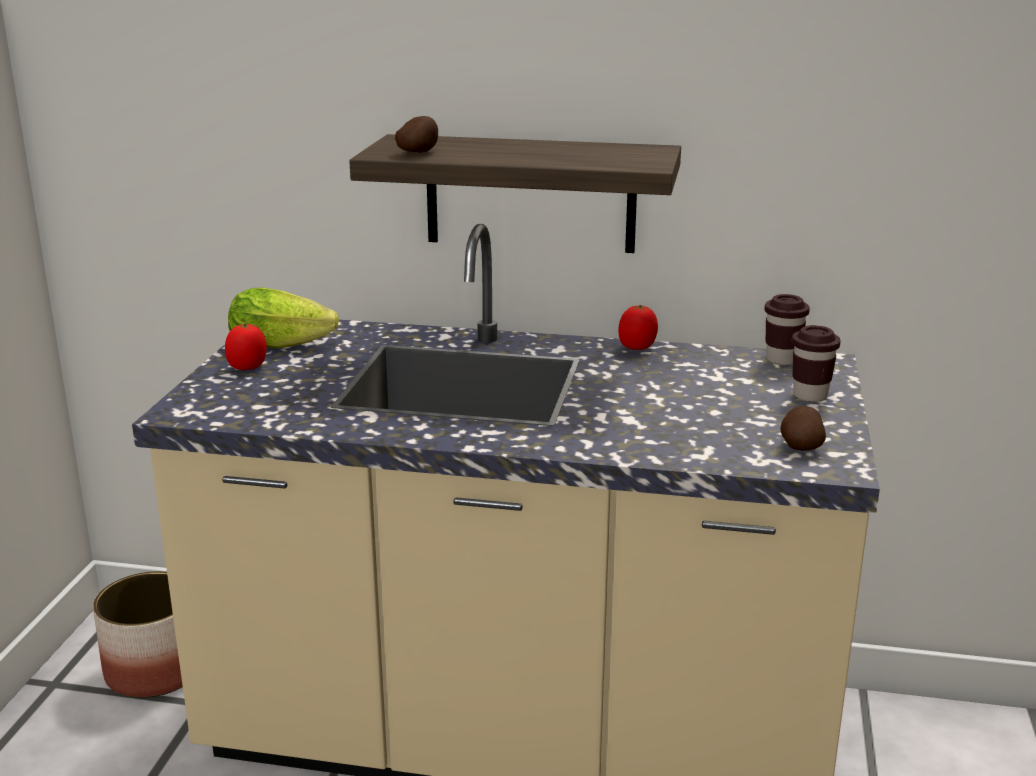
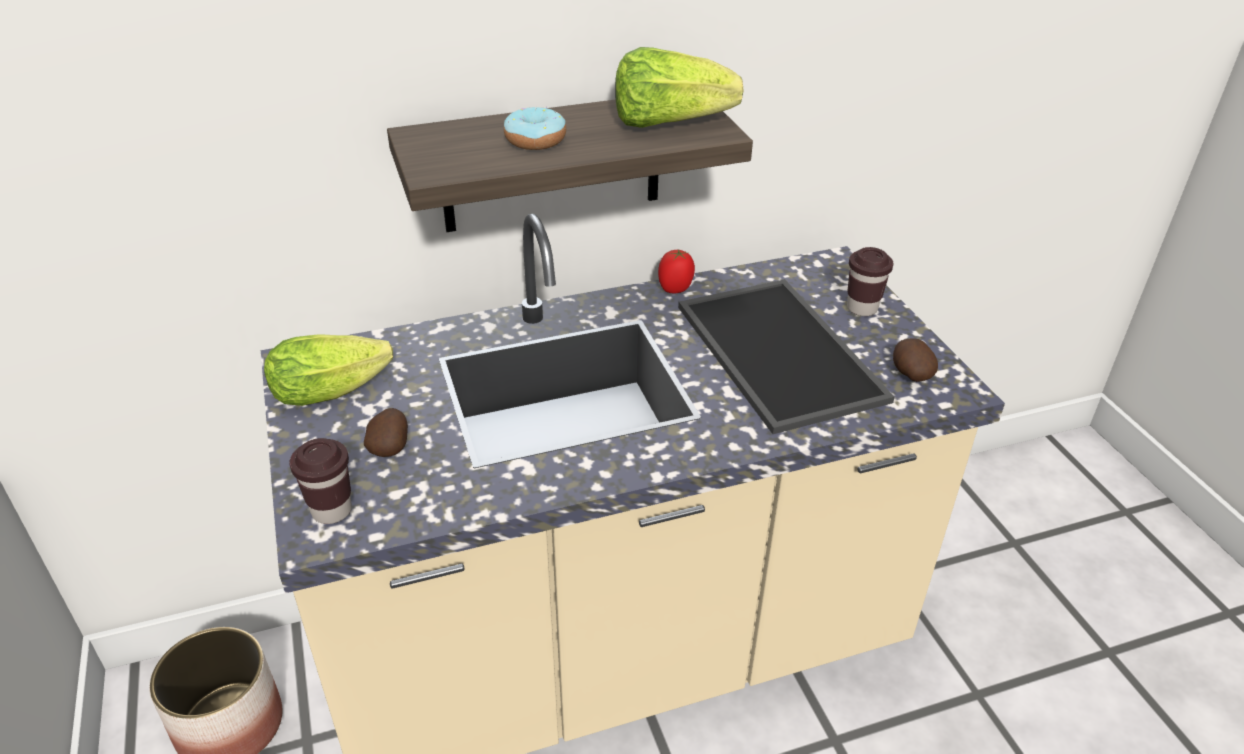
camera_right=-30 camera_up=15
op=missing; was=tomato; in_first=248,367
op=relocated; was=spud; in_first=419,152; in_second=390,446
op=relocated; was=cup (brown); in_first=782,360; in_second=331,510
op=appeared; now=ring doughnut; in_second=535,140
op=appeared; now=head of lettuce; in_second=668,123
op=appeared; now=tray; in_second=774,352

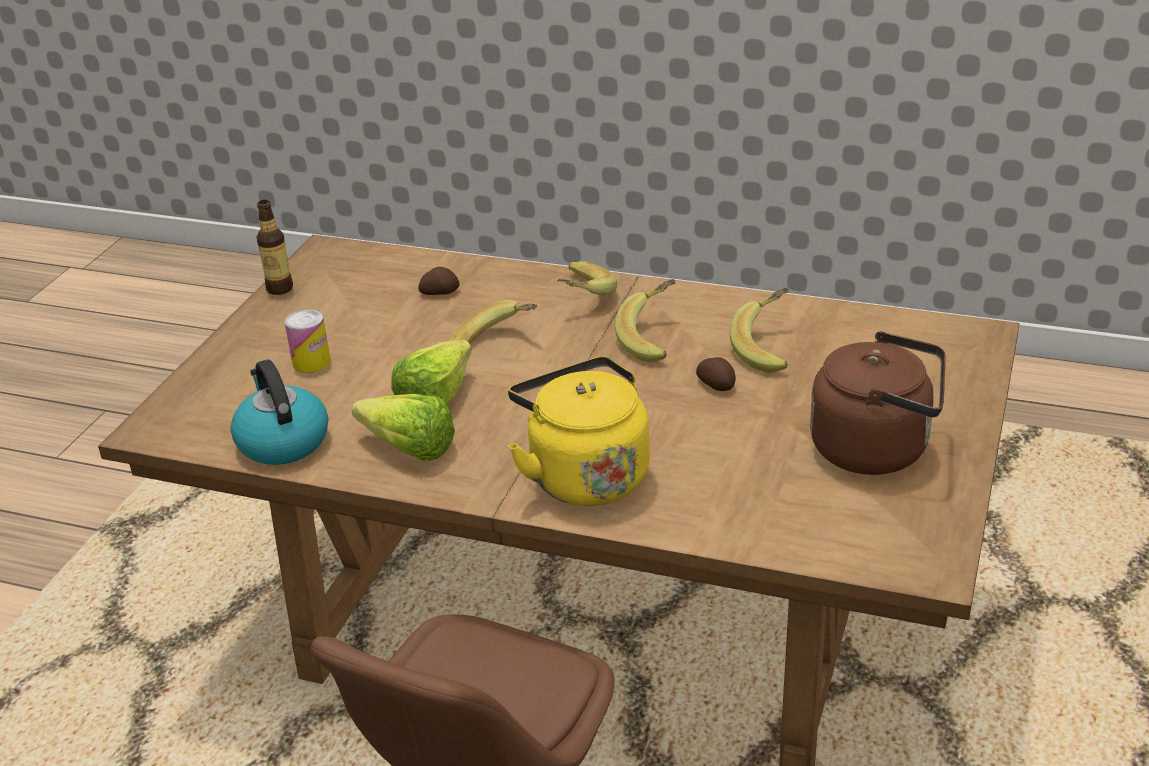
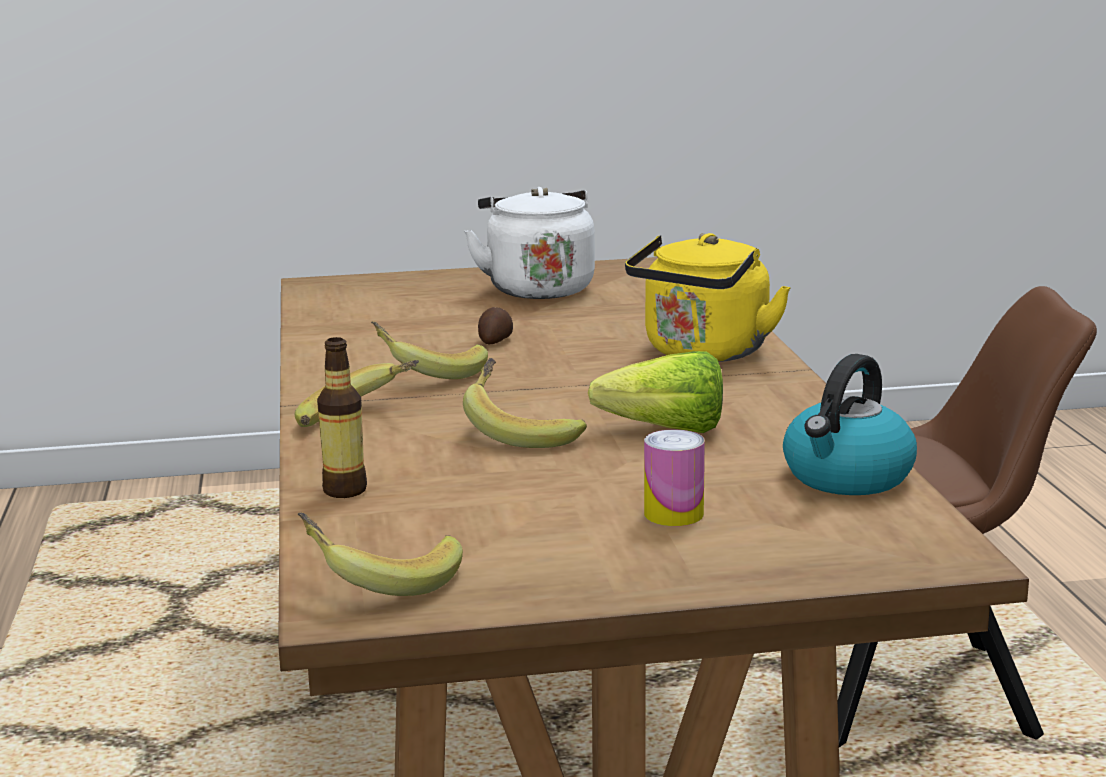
camera_right=-120 camera_up=-15
op=relocated; was=drink bottle; in_first=280,288; in_second=345,490
op=missing; was=head of lettuce; in_first=403,446
op=missing; was=spud; in_first=439,292
op=relocated; was=whole banana; in_first=770,348; in_second=382,581
op=colour; was=kettle (brown); now=kettle (whitish); in_first=877,449; in_second=537,288

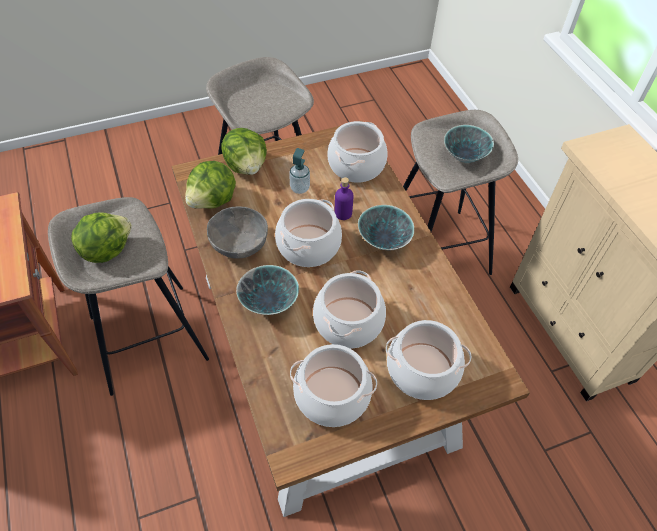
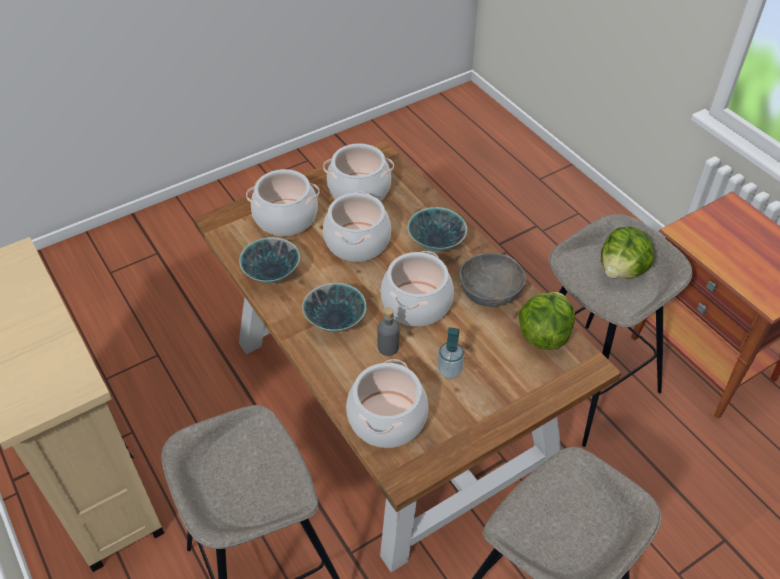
camera_right=170 camera_up=-5
op=missing; was=head of lettuce; in_first=246,166
op=colour; was=drink bottle (purplish); now=drink bottle (gray); in_first=343,213; in_second=388,347
op=relocated; was=serving bowl; in_first=465,157; in_second=272,276

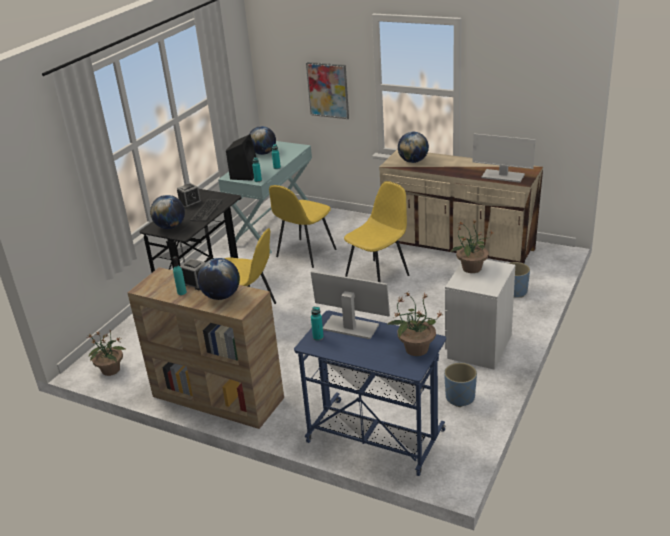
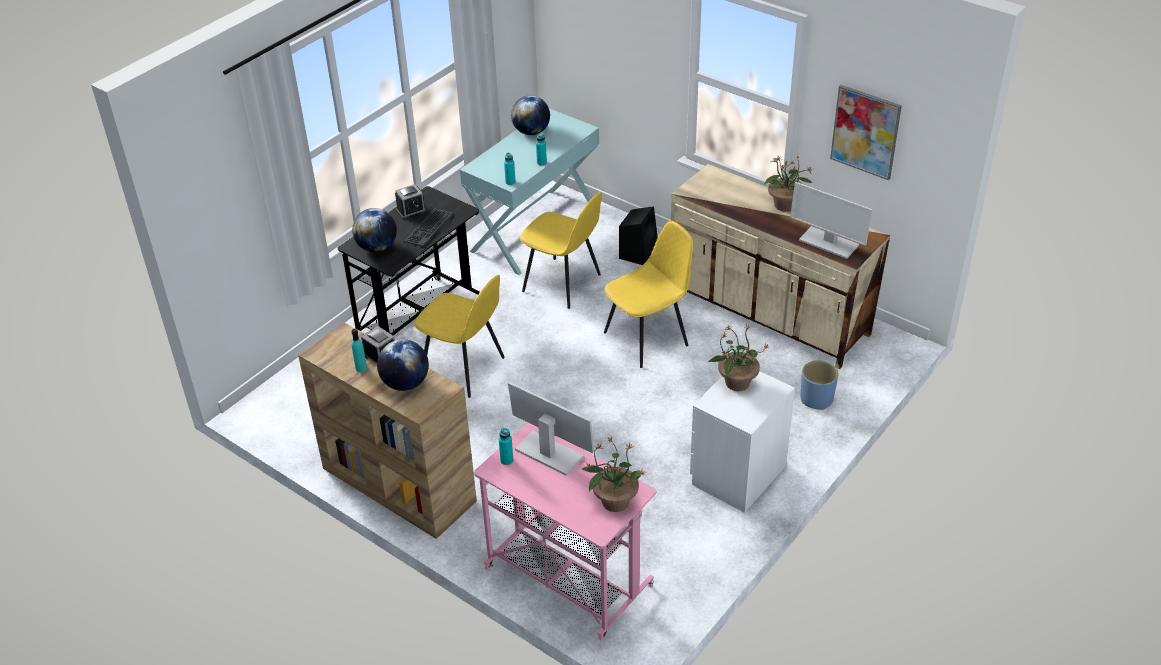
camera_right=10 camera_up=10
op=relocated; was=potted plant; in_first=111,370; in_second=785,205
op=relocated; was=audio speaker (black); in_first=245,174; in_second=639,253
op=spun; was=upright chair (yellow); in_first=305,254; in_second=563,284; clockwise=-105
op=colour; was=desk (bluish); now=desk (pink-coloured); in_first=375,436; in_second=568,577
op=relocated; was=wall art; in_first=328,90; in_second=865,132
op=missing; was=globe; in_first=413,161
op=missing; was=flower pot (bluish); in_first=460,398

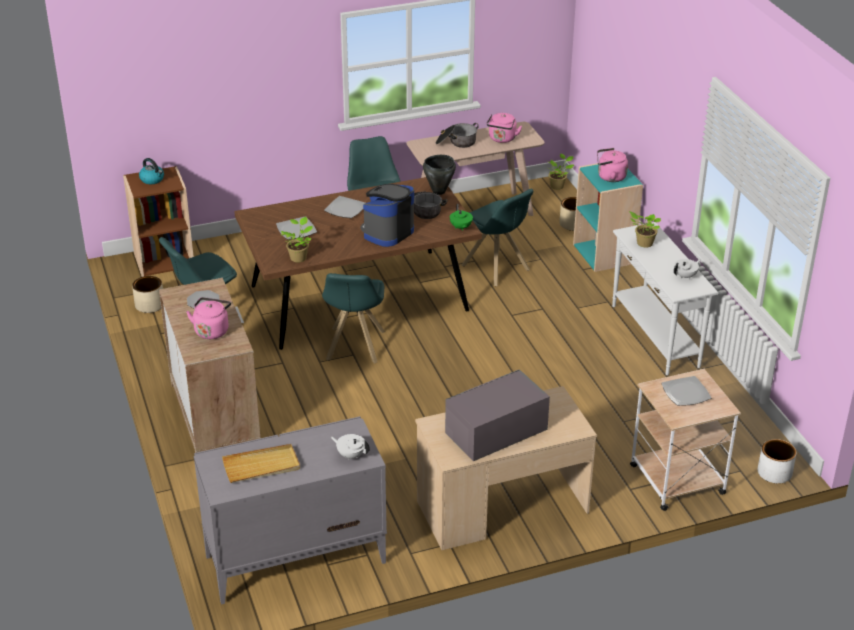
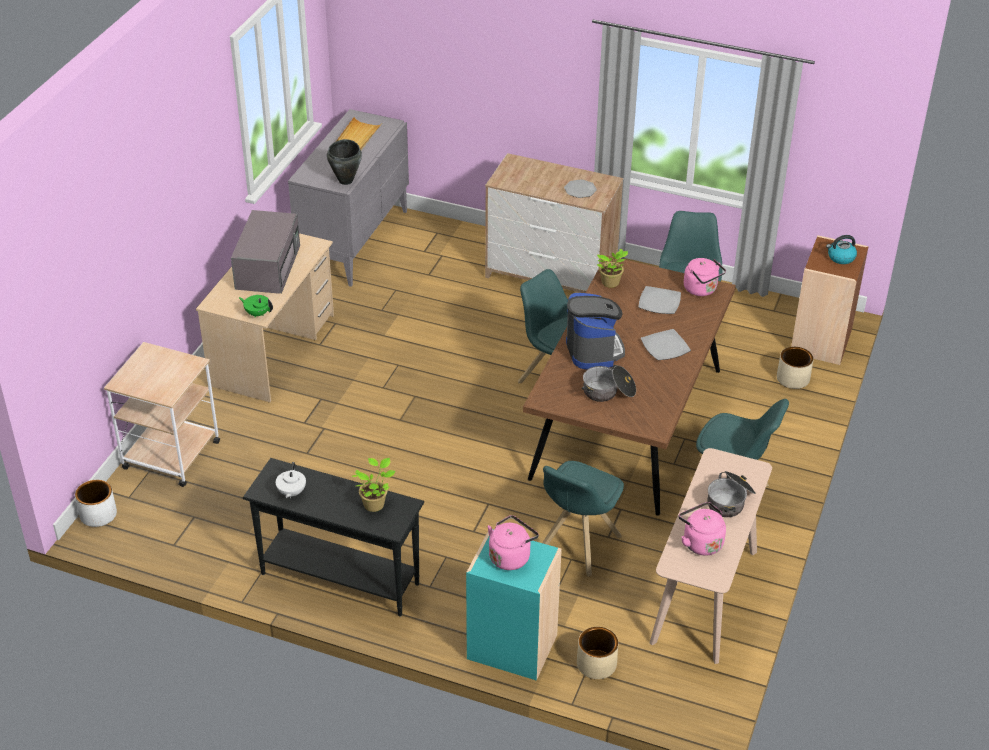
camera_right=130 camera_up=5
op=relocated; was=flower pot (sand-coloured); in_first=149,305; in_second=793,379
op=relocated; was=kettle (pink-coloured); in_first=212,330; in_second=702,289
op=missing; was=teapot (whitish); in_first=351,455
op=relocated; was=cooking pot (black); in_first=438,191; in_second=346,180
op=relocated; was=teapot (green); in_first=460,227; in_second=257,313
op=spun; was=upright chair (turquoise-coloured); in_first=496,267; in_second=578,544; clockwise=-60
op=missing; was=potted plant; in_first=558,186
op=colour; was=console table (whitish); now=console table (black); in_first=656,336; in_second=338,580
op=missing; was=dinner plate; in_first=685,393

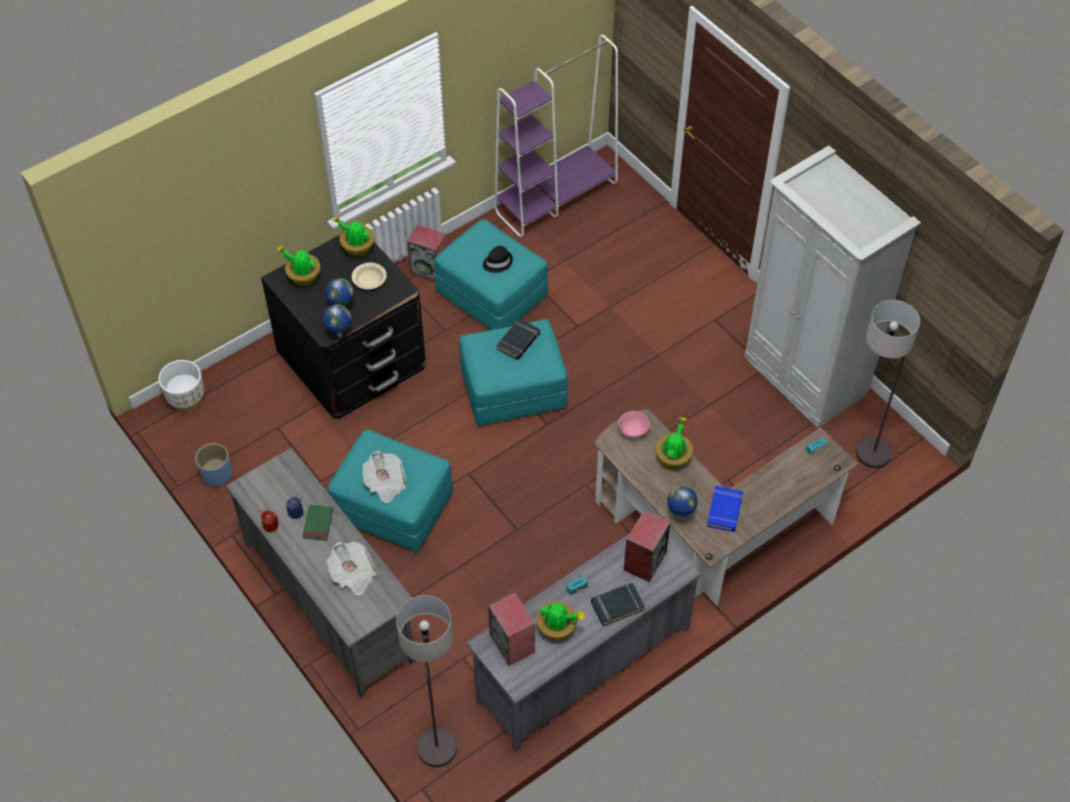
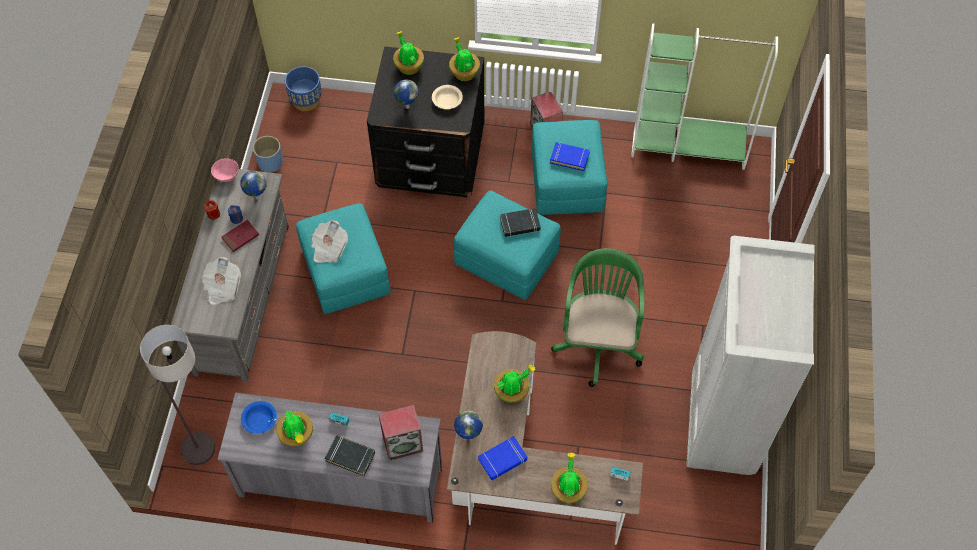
camera_right=45 camera_up=5
op=colour; was=flower pot (whitish); now=flower pot (bluish); in_first=186,399; in_second=306,100
op=colour; was=bound book (green); now=bound book (red-coloured); in_first=318,524; in_second=240,237
op=relocated; was=globe; in_first=339,336; in_second=257,197
op=exchanged; was=clothing hat (black); now=bound book (bluish); in_first=497,262; in_second=569,158
op=exchanged; was=audio speaker; now=serving bowl (bluish); in_first=513,644; in_second=259,420
op=colour; was=clothes rack (purplish); now=clothes rack (green); in_first=556,199; in_second=688,149
op=relocated; was=serving bowl (pink-coloured); in_first=633,431; in_second=227,176
op=missing; was=floor lamp (gray); in_first=862,451
op=appeared; now=computer chair (green); in_second=598,340
op=appeared; now=potted plant; in_second=568,489

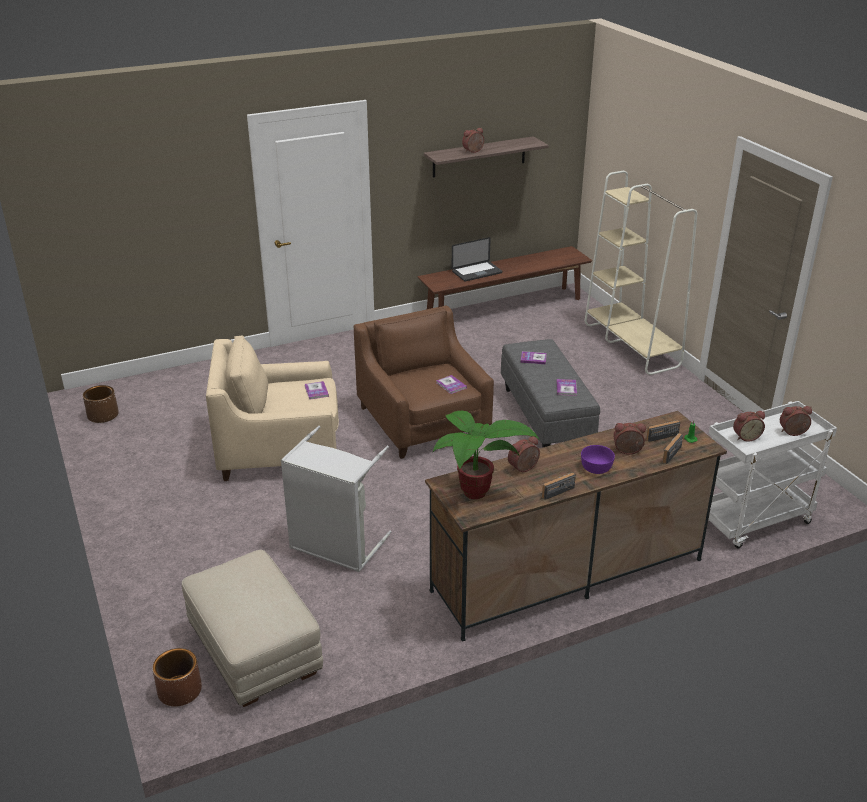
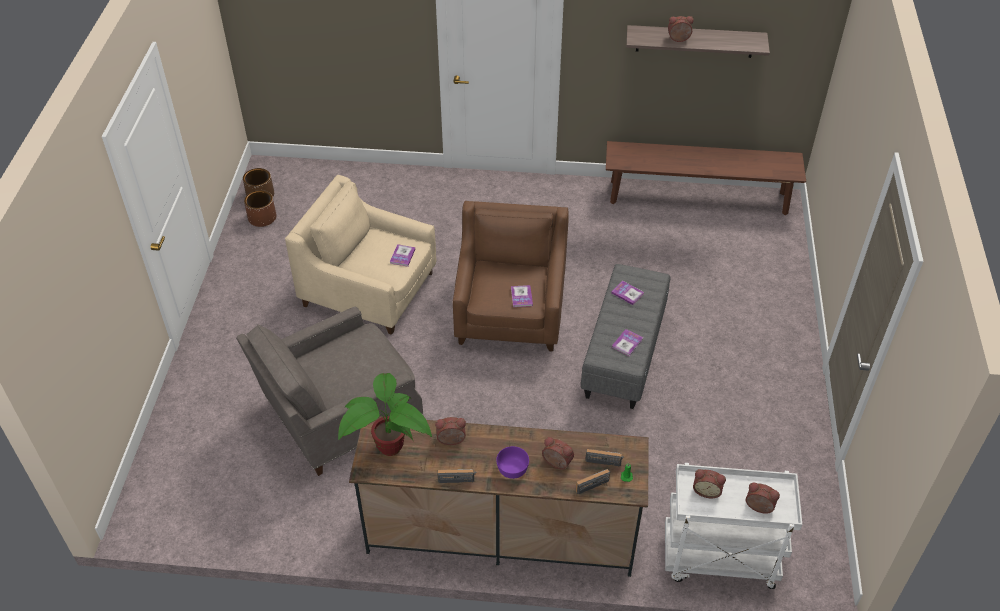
camera_right=30 camera_up=15
op=relocated; was=flower pot (brown); in_first=179,691; in_second=262,218
op=missing; was=pouffe (sand-coloured); in_first=255,651
op=exchanged; was=washing basket (gray); now=lounge chair (gray); in_first=335,547; in_second=339,414
op=missing; was=notebook computer; in_first=476,272
op=missing; was=clothes rack (sand-coloured); in_first=631,346

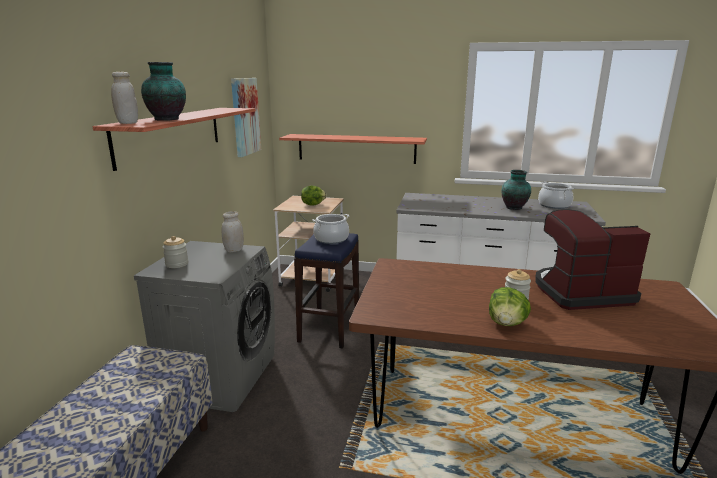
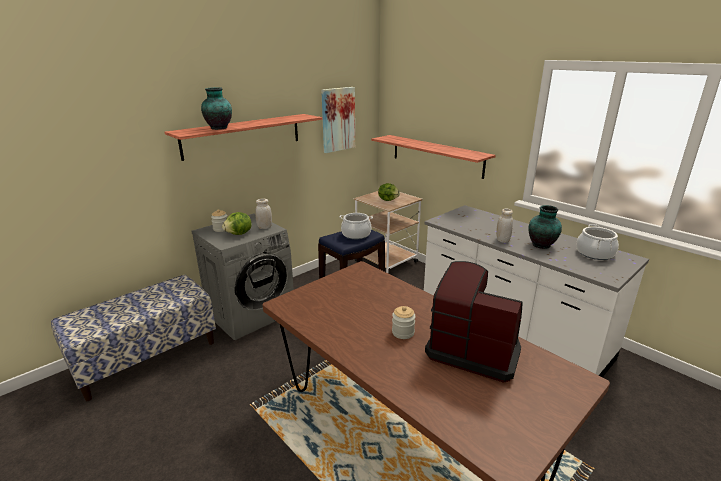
camera_right=35 camera_up=5
op=relocated; was=jar (whitish); in_first=128,123; in_second=502,240
op=relocated; was=head of lettuce; in_first=507,323; in_second=239,234

